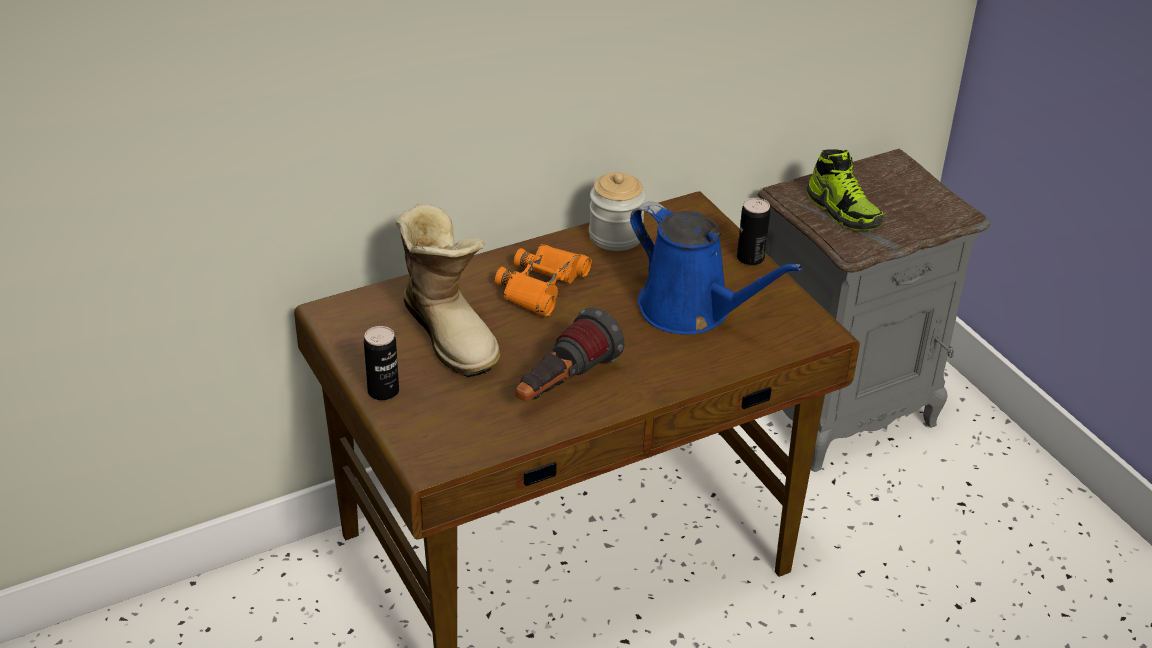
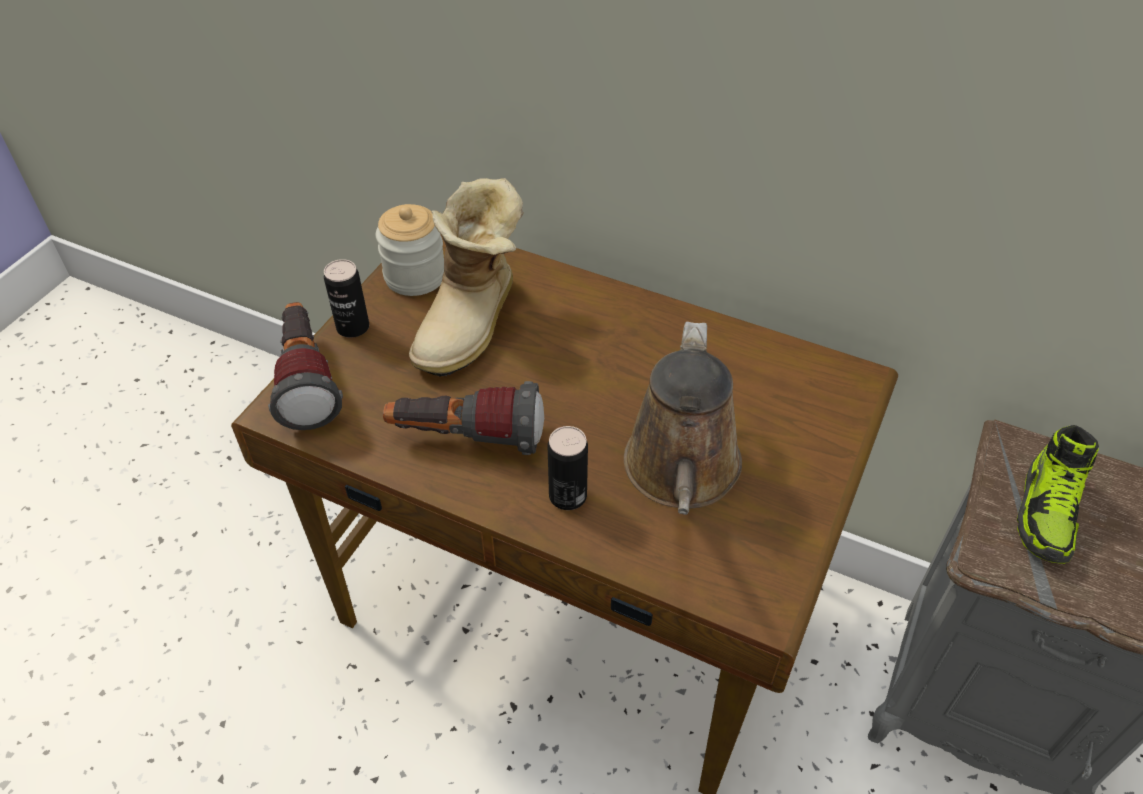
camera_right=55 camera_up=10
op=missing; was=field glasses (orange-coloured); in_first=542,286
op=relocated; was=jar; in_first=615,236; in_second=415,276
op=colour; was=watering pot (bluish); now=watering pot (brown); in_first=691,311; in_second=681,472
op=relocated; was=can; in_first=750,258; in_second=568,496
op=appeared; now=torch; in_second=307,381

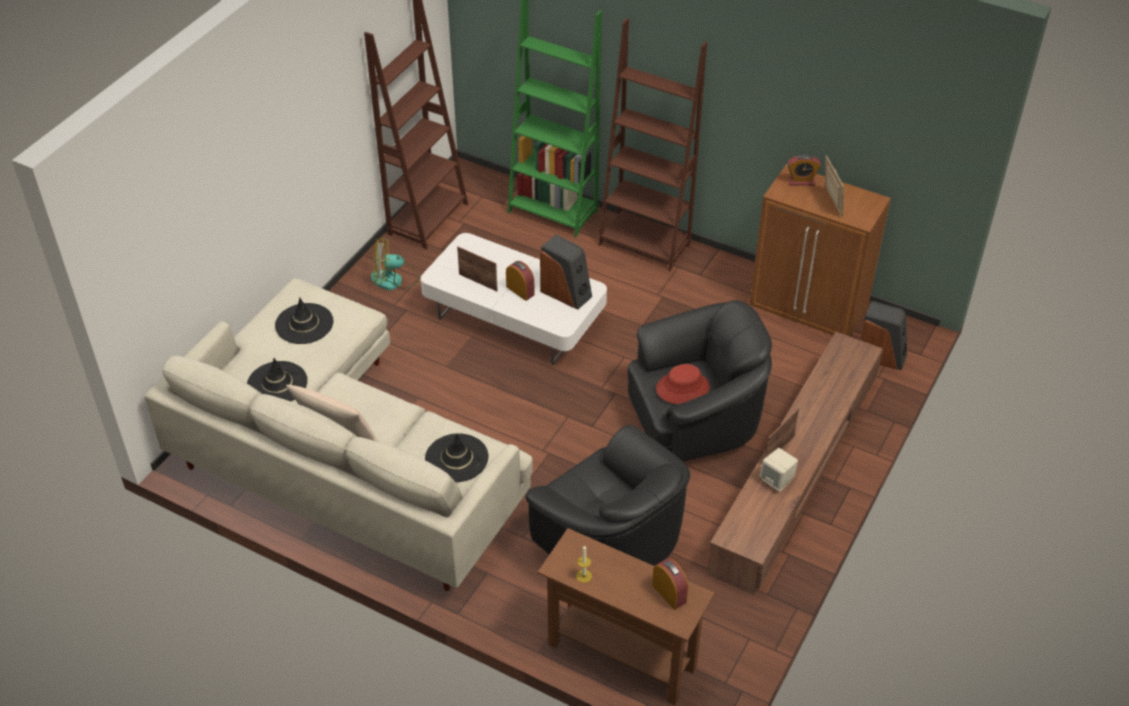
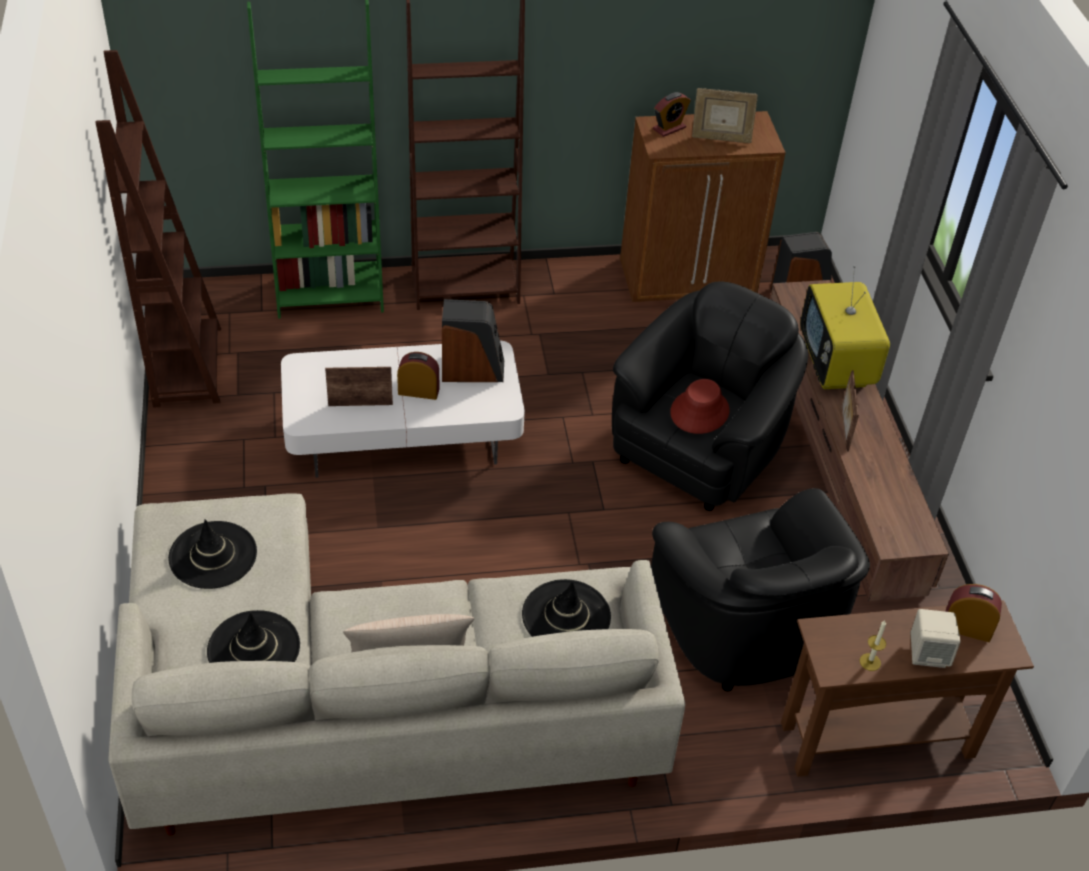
camera_right=-40 camera_up=0
op=missing; was=electric fan; in_first=394,279
op=spun; was=lounge chair (black); in_first=607,543; in_second=744,627; clockwise=60
op=relocated; was=audio speaker (sand-coloured); in_first=777,480; in_second=928,654
op=spun; was=photo frame; in_first=831,203; in_second=720,138; clockwise=150
op=appeared; now=TV set; in_second=836,365

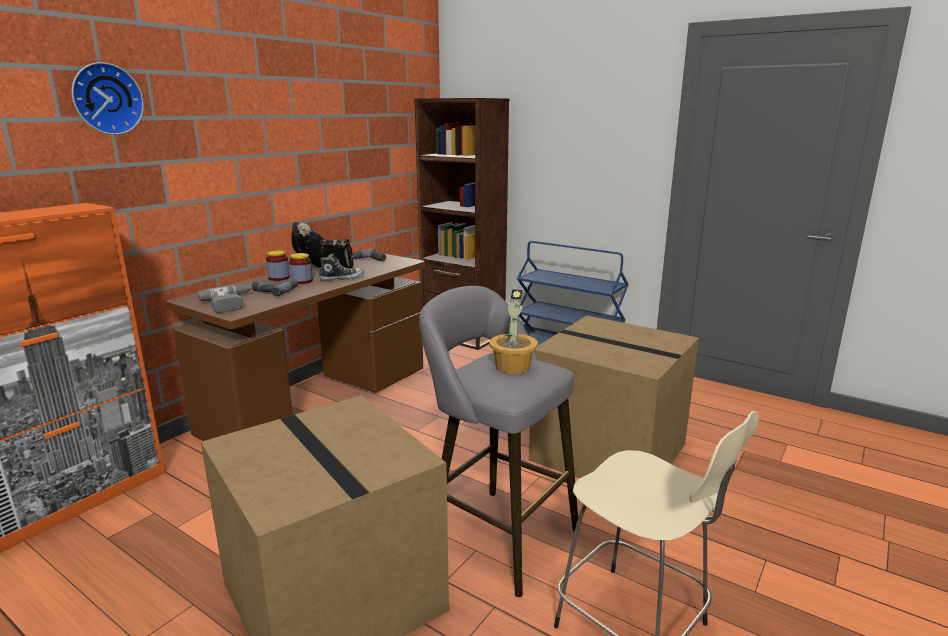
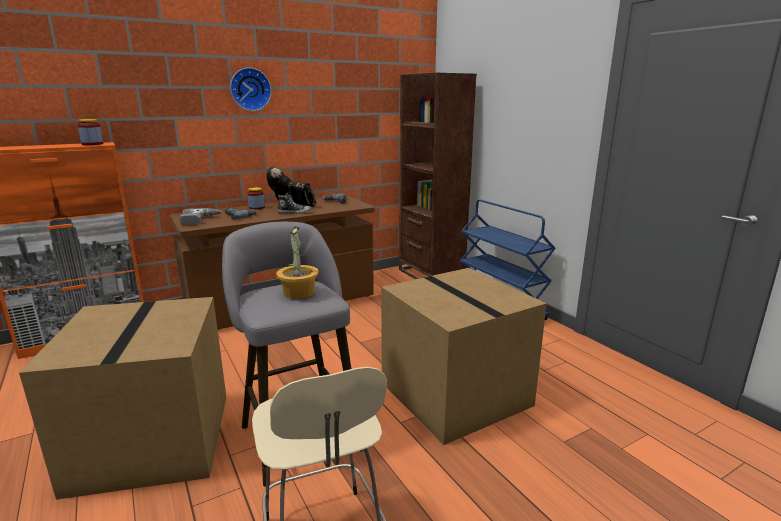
camera_right=25 camera_up=0
op=relocated; was=wall clock; in_first=106,99; in_second=250,89
op=relocated; was=jar; in_first=302,281; in_second=92,144

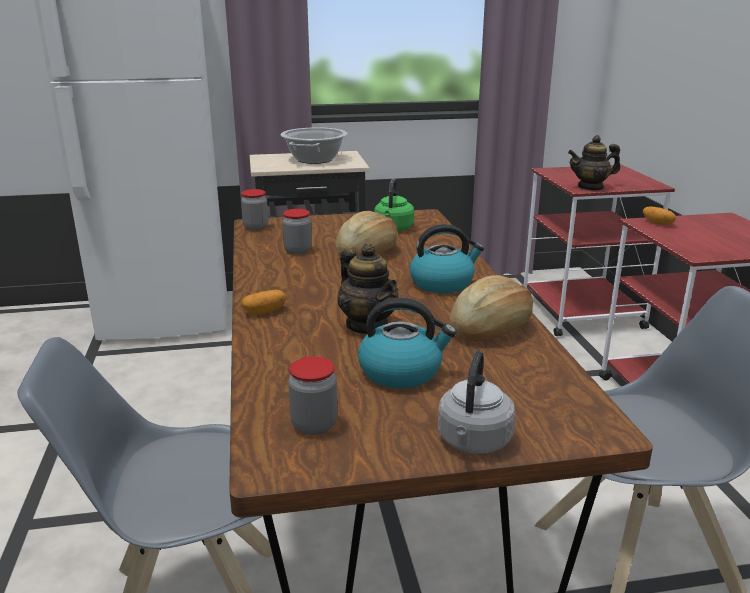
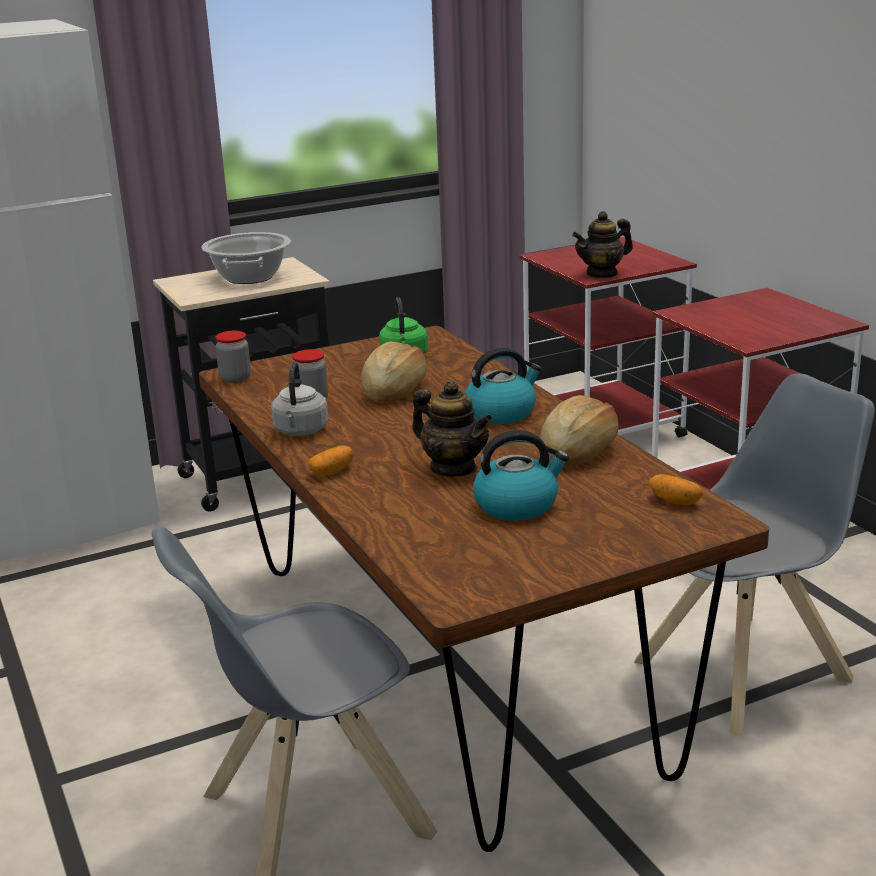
camera_right=-15 camera_up=0
op=missing; was=jar; in_first=314,425
op=relocated; was=kettle (gray); in_first=473,442; in_second=300,431
op=relocated; was=spud; in_first=657,223; in_second=675,501

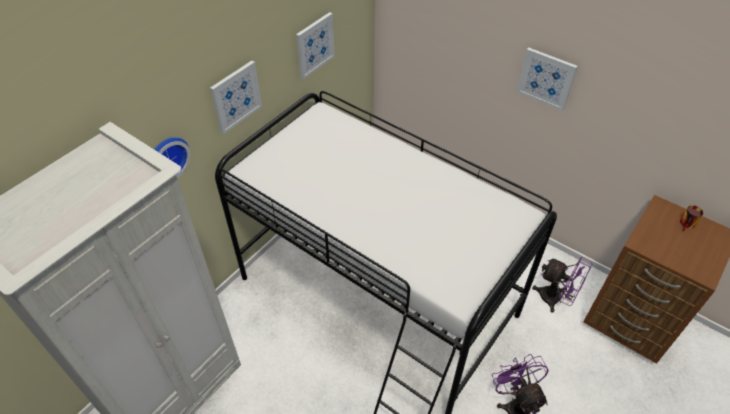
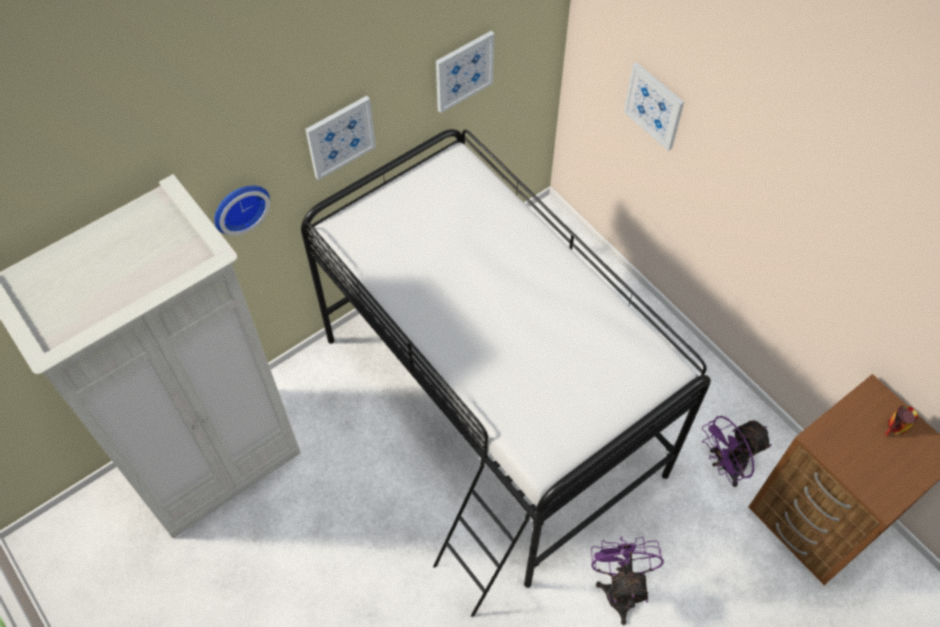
camera_right=15 camera_up=10
op=relocated; was=wall art; in_first=546,78; in_second=654,106
op=spun; was=electric fan (purplish); in_first=555,299; in_second=726,466; clockwise=105

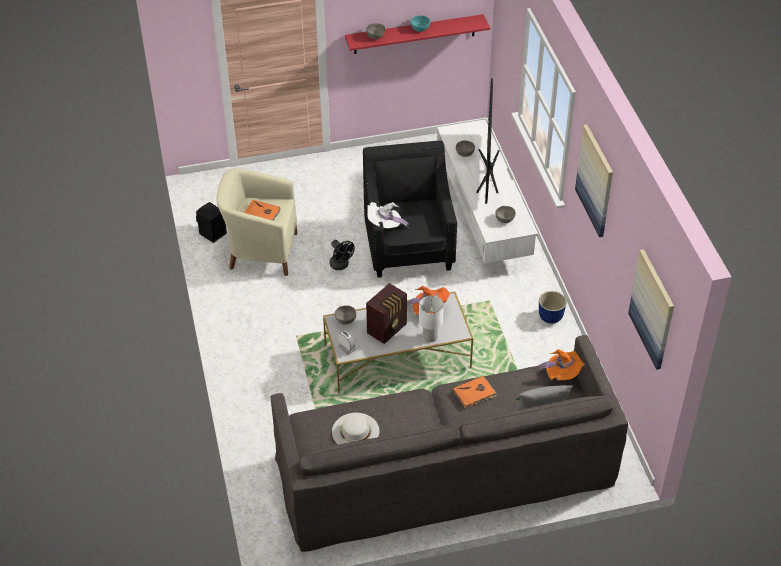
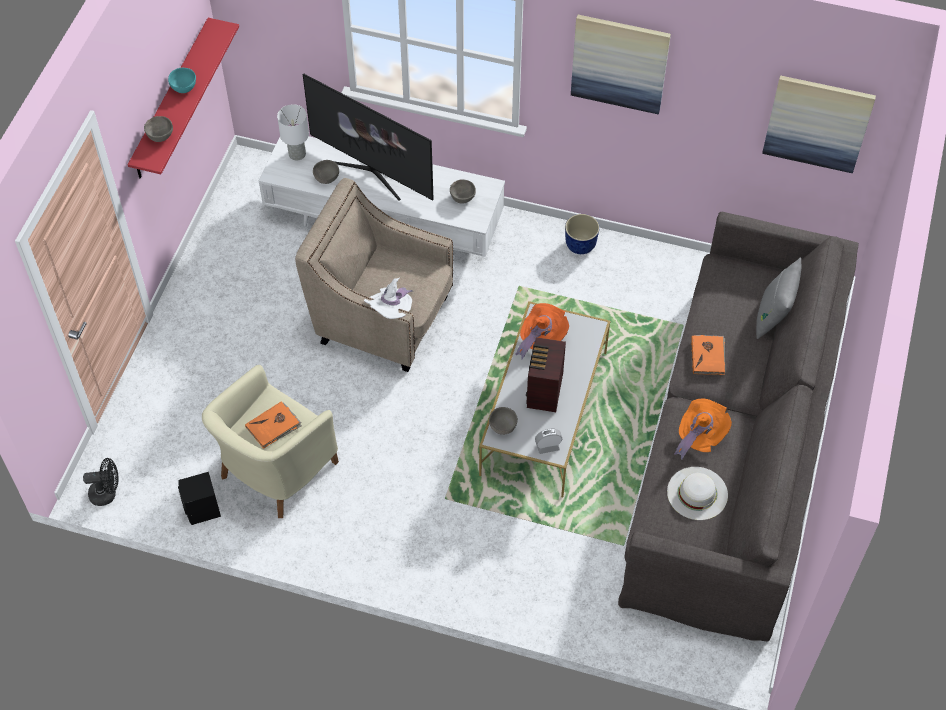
camera_right=-60 camera_up=10
op=relocated; was=electric fan (black); in_first=341,265; in_second=107,493
op=colour; was=lounge chair (black); now=lounge chair (sand-coloured); in_first=409,248; in_second=382,318
op=spun; was=radio set; in_first=388,328; in_second=543,392; clockwise=-150
op=relocated; was=lamp for a table (whitish); in_first=430,336; in_second=296,154
op=relocated; was=clothing hat (orange-coloured); in_first=563,374; in_second=699,436

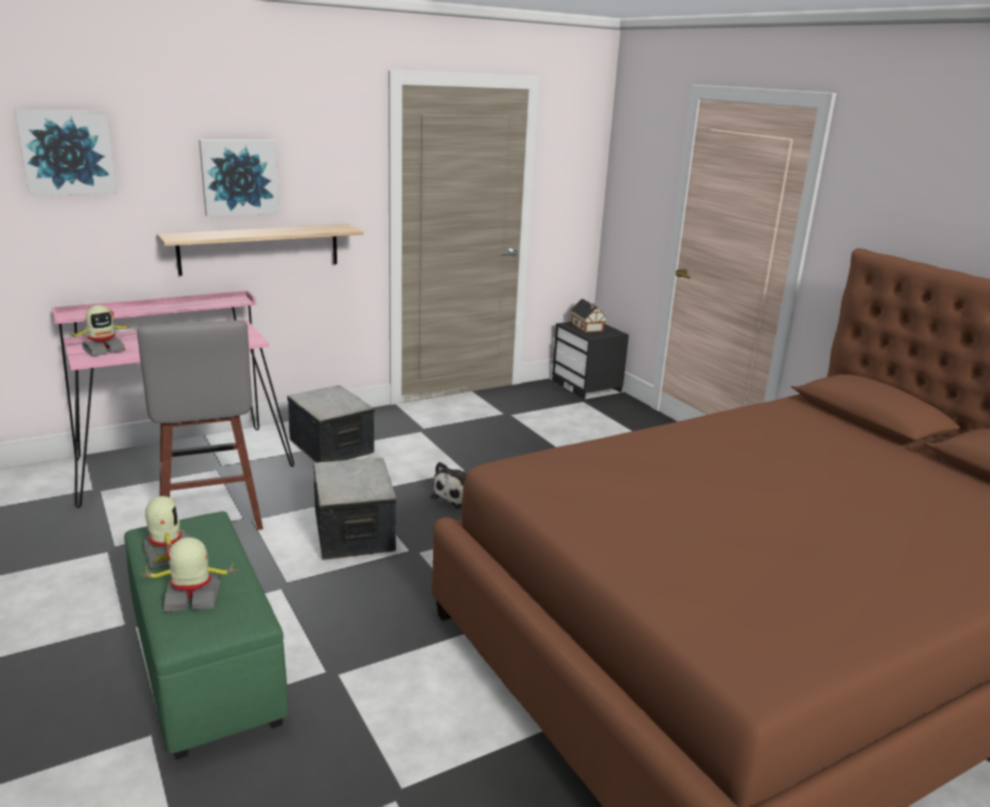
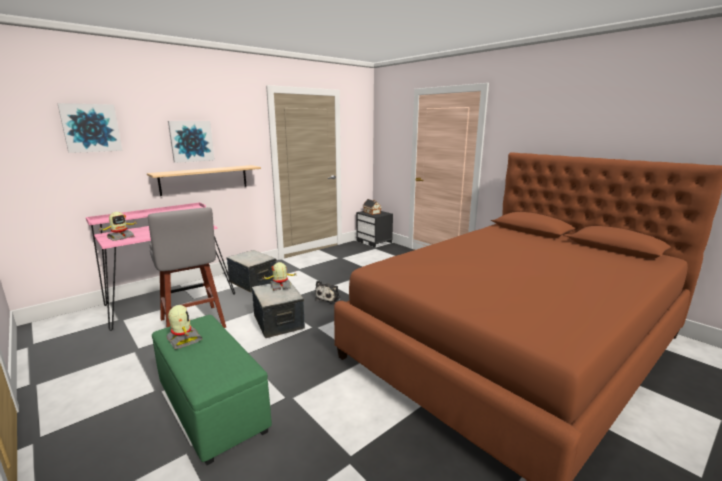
camera_right=-10 camera_up=-5
op=relocated; was=robot figure; in_first=193,598; in_second=280,287

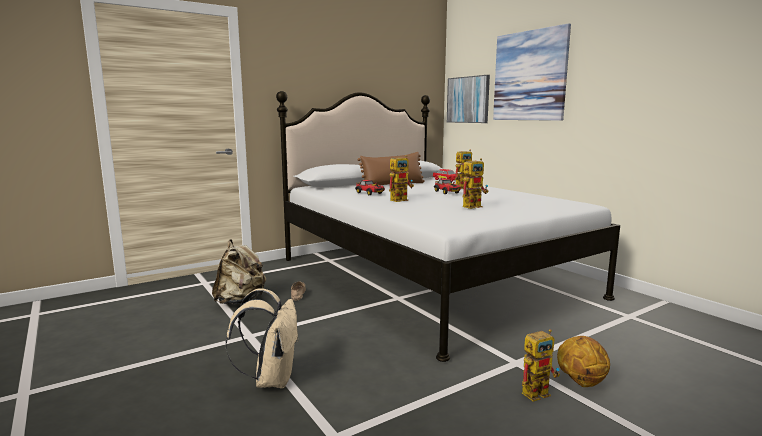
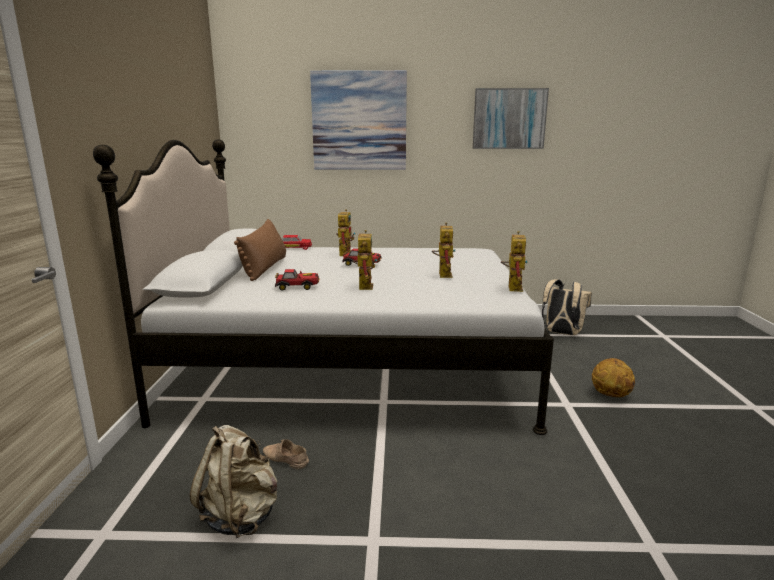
camera_right=-55 camera_up=5
op=relocated; was=backpack (sand-coloured); in_first=272,379; in_second=561,333
op=relocated; was=wall art; in_first=468,100; in_second=509,119
op=relocated; was=robot figure; in_first=538,391; in_second=512,287

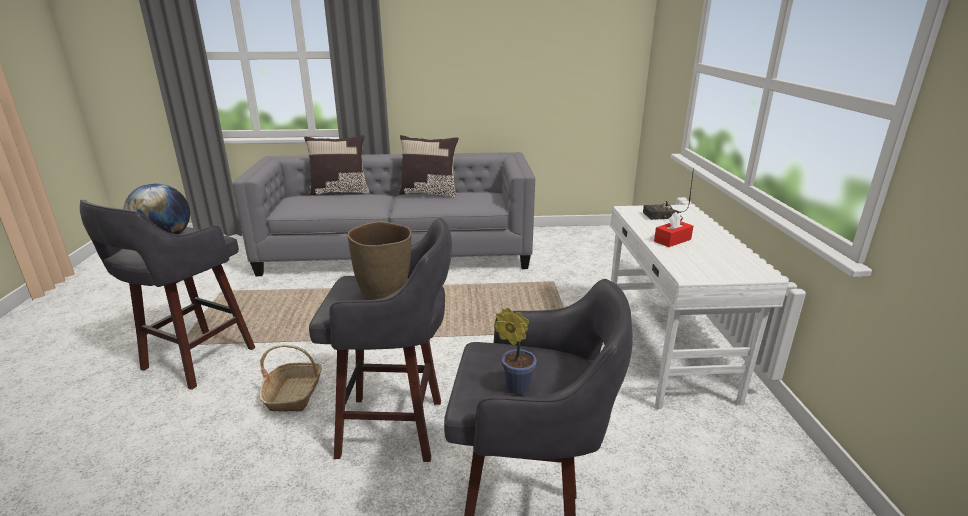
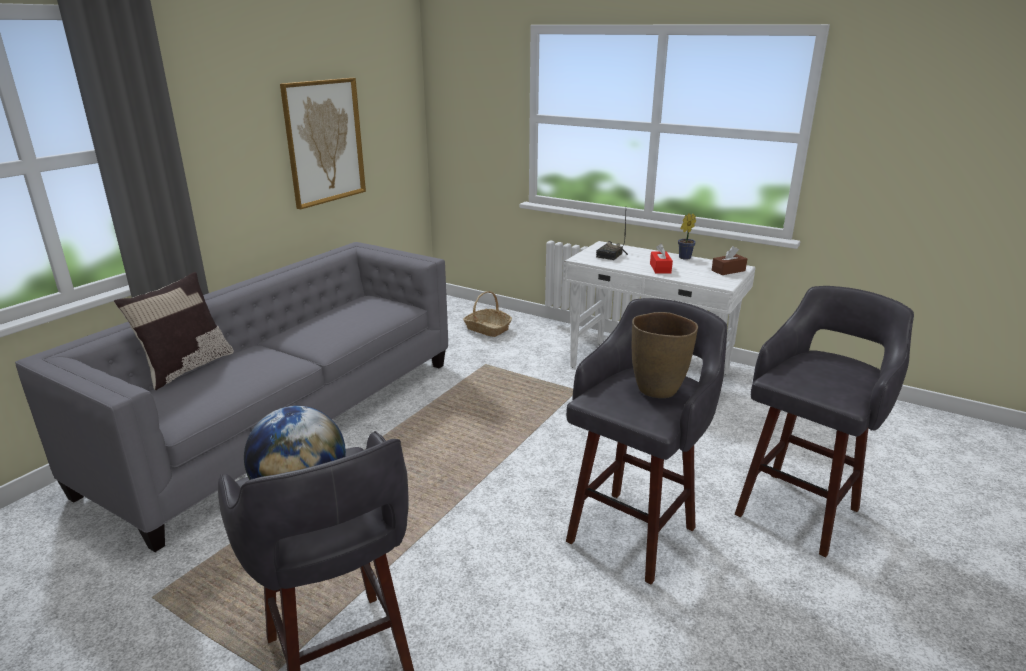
camera_right=-55 camera_up=0
op=relocated; was=basket; in_first=294,394; in_second=487,329
op=missing; was=throw pillow; in_first=429,193
op=relocated; was=potted plant; in_first=514,386; in_second=683,258
op=appeared; now=wall art; in_second=324,142
op=appeared; now=tissue holder (brown); in_second=728,270

